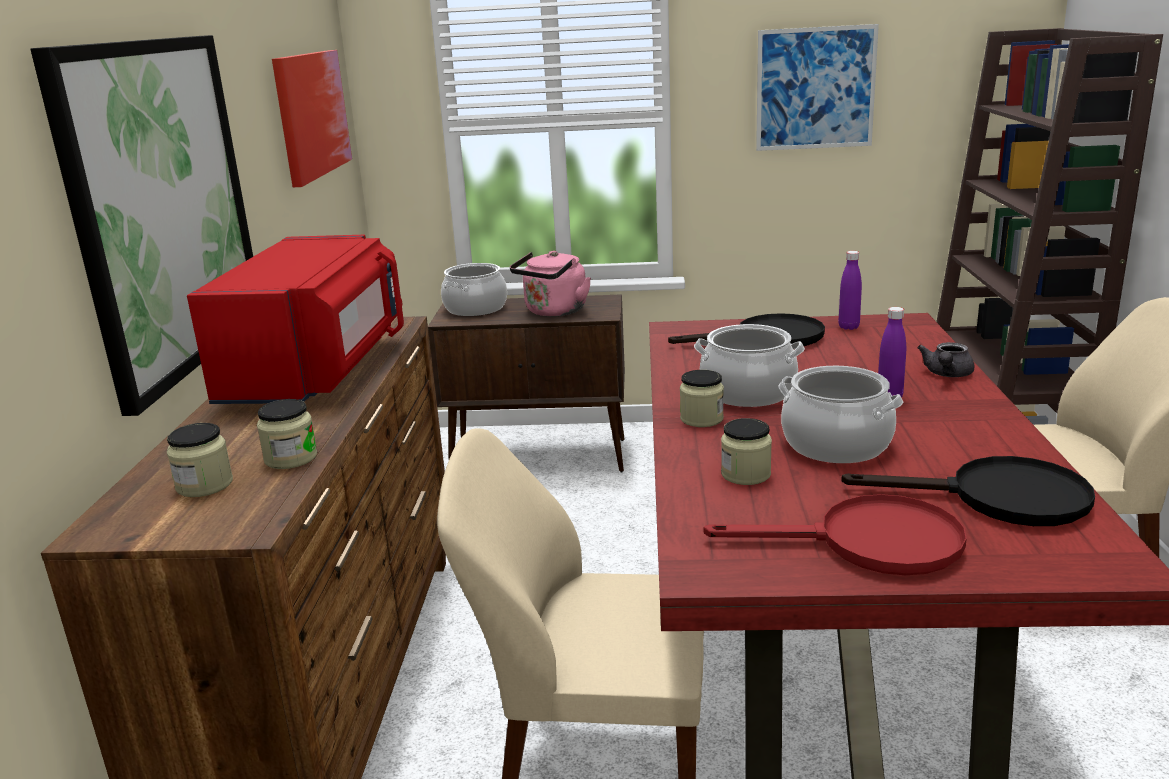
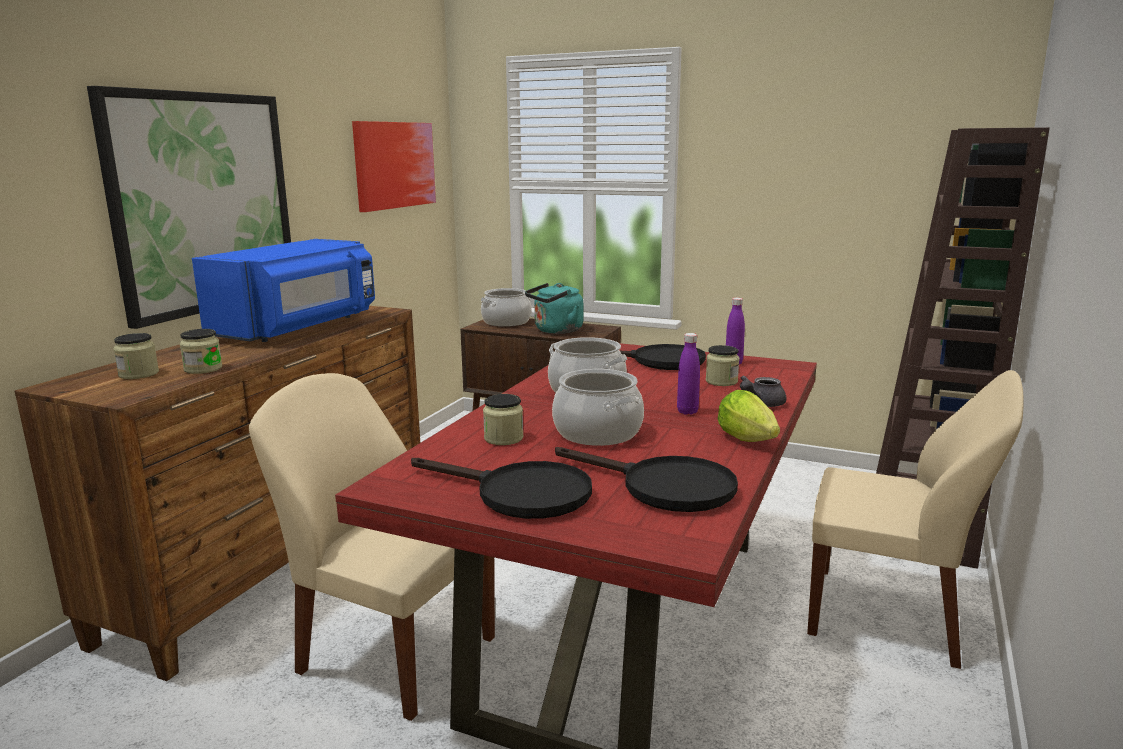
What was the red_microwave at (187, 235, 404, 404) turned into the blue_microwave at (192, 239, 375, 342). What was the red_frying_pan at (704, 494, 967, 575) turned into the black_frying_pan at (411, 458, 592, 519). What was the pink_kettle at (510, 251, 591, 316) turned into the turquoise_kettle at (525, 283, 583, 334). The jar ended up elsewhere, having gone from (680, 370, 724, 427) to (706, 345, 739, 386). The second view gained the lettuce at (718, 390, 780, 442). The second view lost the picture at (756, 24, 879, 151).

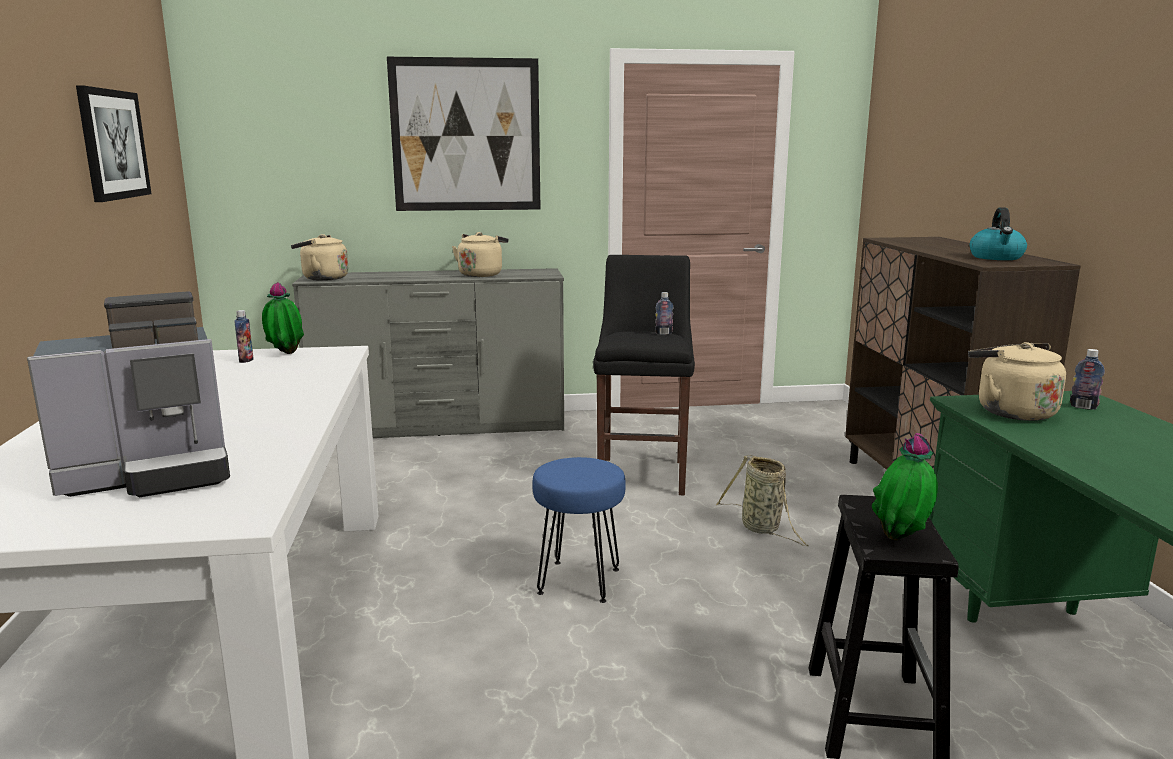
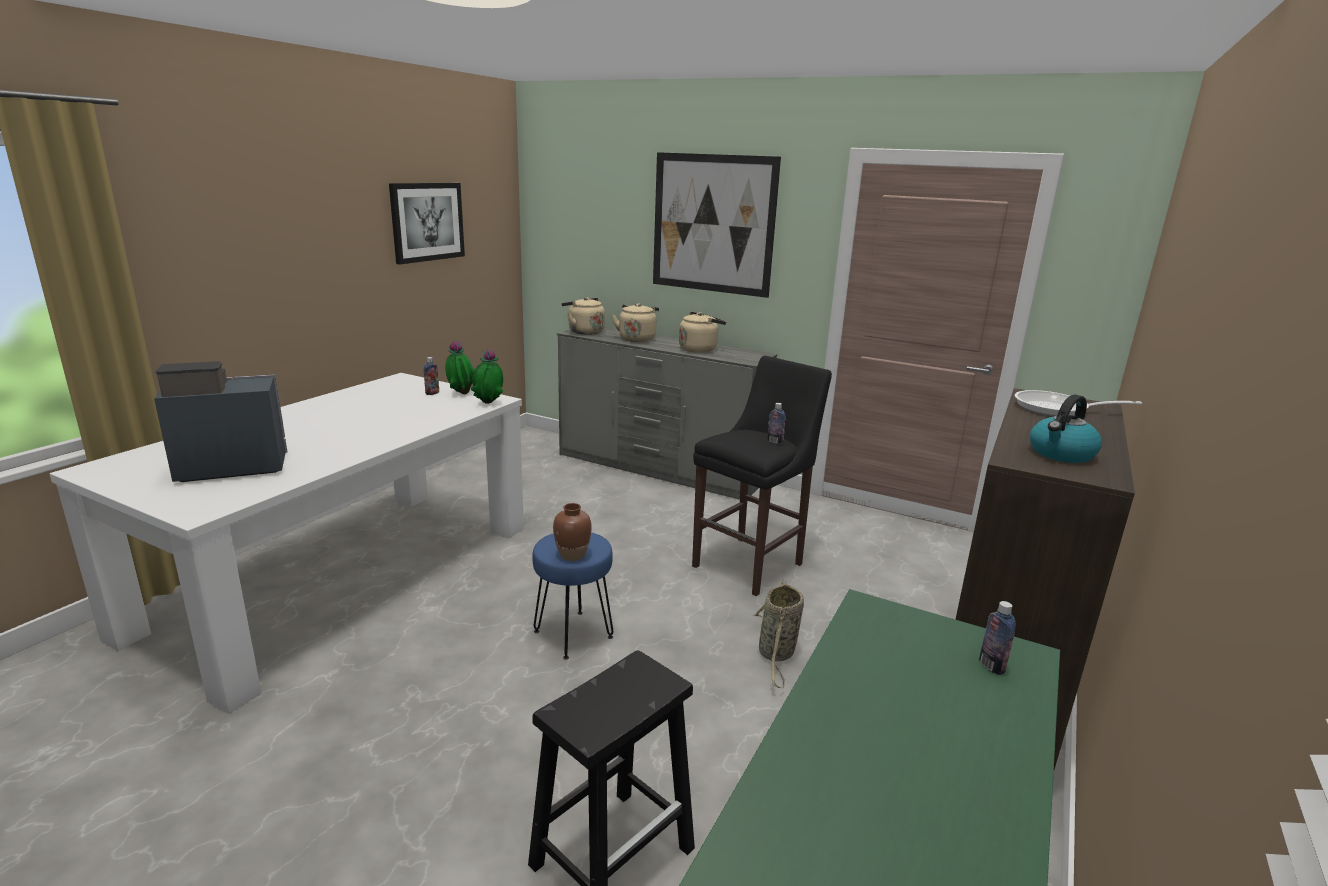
The coffee_machine at (27, 292, 230, 497) ended up facing another way, 150 degrees clockwise from before. The potted_plant ended up elsewhere, having gone from (872, 433, 938, 540) to (471, 349, 503, 404). The second view gained the brown_vase at (553, 503, 592, 561). The beige_kettle ended up elsewhere, having gone from (968, 342, 1066, 421) to (612, 303, 659, 342). The second view gained the frying_pan at (1015, 390, 1142, 416).

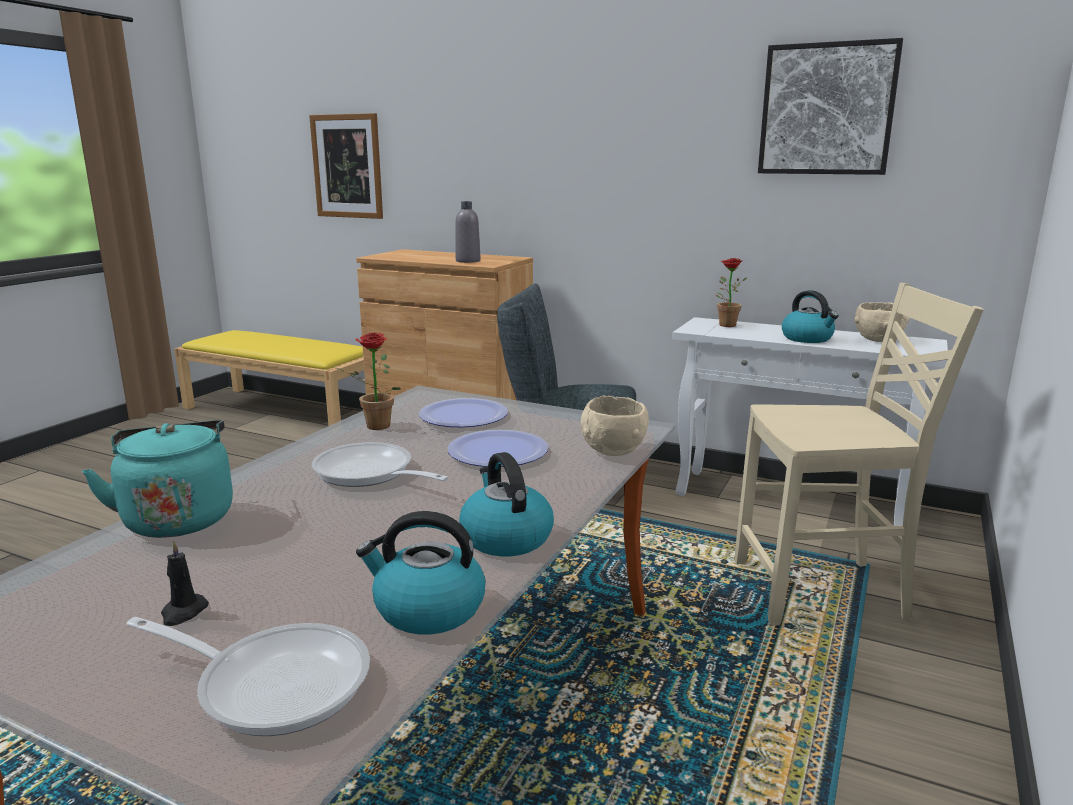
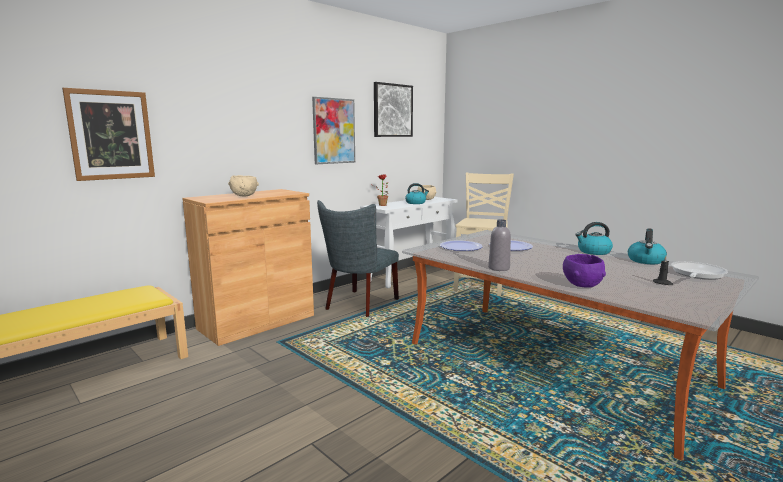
The beige_bowl ended up elsewhere, having gone from (581, 396, 649, 456) to (228, 175, 259, 196). The second view gained the picture at (312, 97, 355, 164). The grey_bottle ended up elsewhere, having gone from (455, 201, 481, 263) to (488, 219, 511, 271). Where the turquoise_kettle stood at (82, 420, 233, 538), the purple_bowl came to stand at (563, 254, 606, 288). The second view lost the frying_pan at (312, 442, 449, 487). The second view lost the potted_plant at (334, 332, 401, 430).

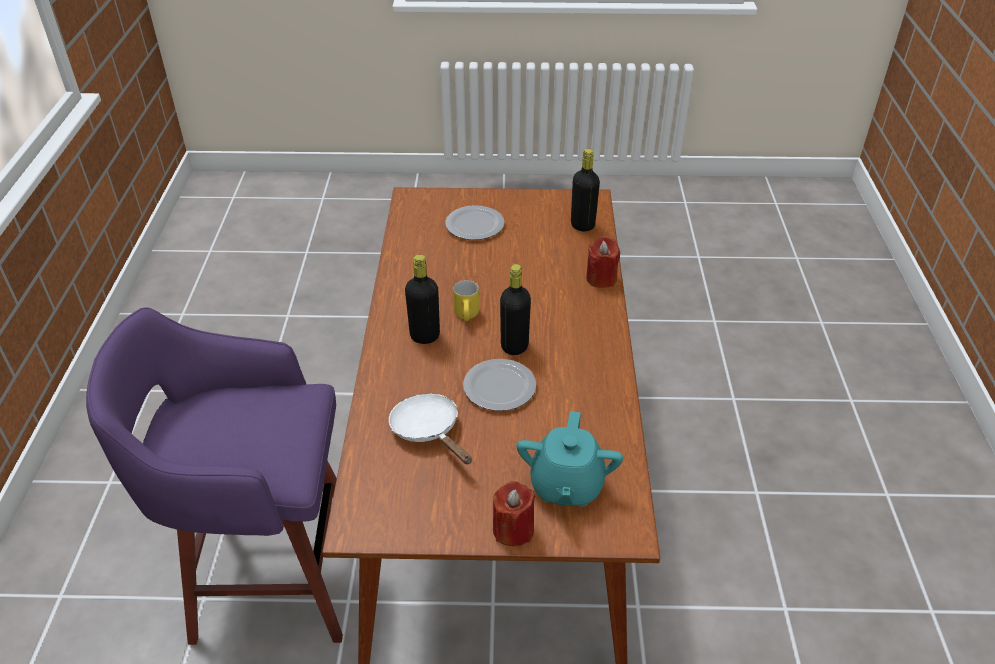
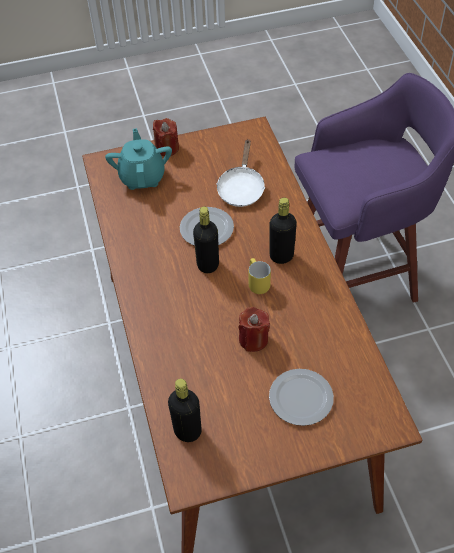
The white_frying_pan at (389, 393, 472, 464) ended up facing another way, 60 degrees clockwise from before. The red_candle ended up elsewhere, having gone from (586, 236, 620, 288) to (238, 307, 270, 352).

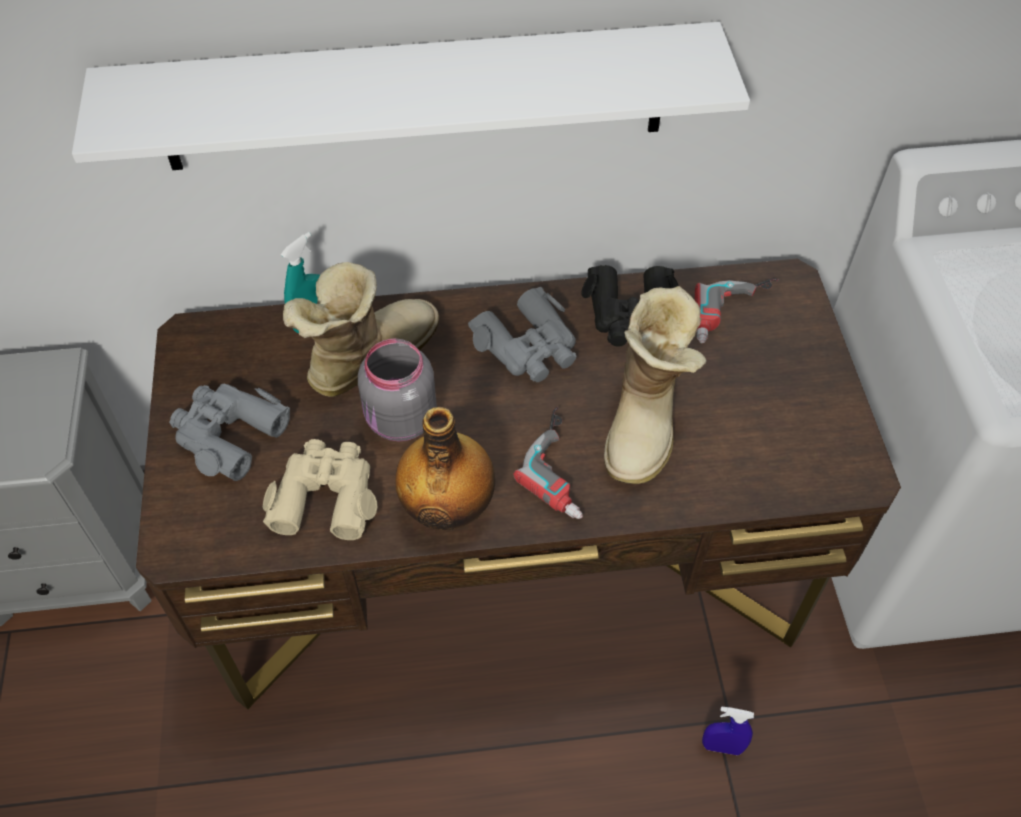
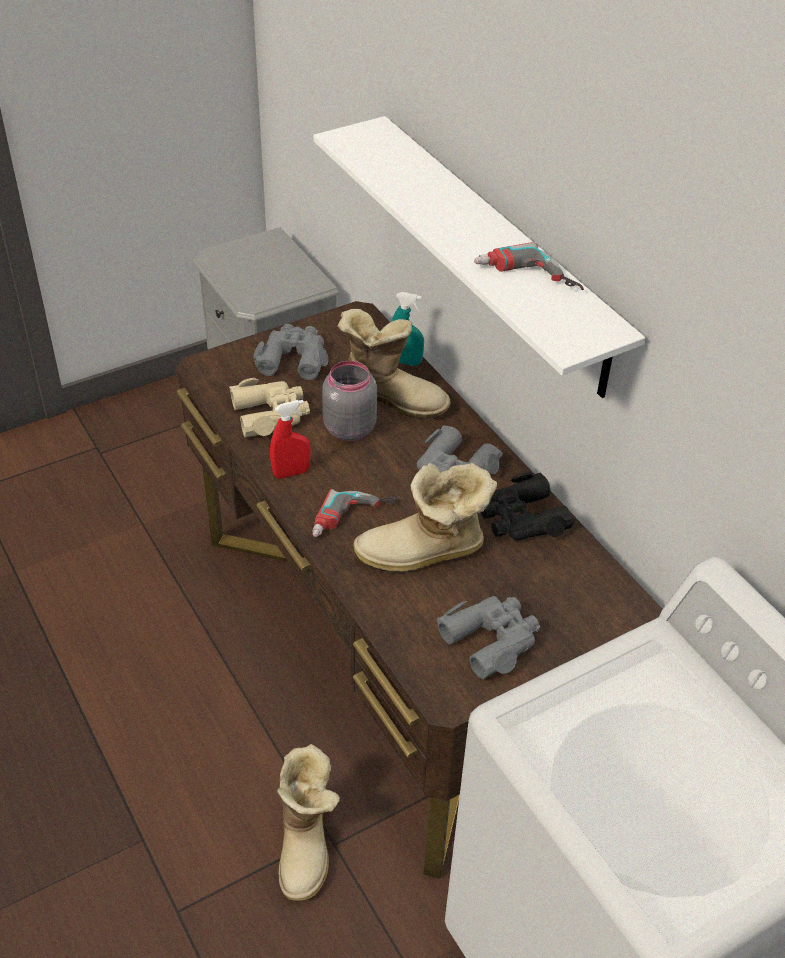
Where the bottle stood at (395, 407, 495, 530), the red_spray_bottle came to stand at (270, 400, 311, 478). Where the blue_spray_bottle stood at (702, 706, 754, 755), the boot came to stand at (277, 744, 340, 901). The second view gained the grey_binoculars at (437, 596, 540, 679). The power_drill ended up elsewhere, having gone from (695, 278, 779, 343) to (474, 242, 584, 290).

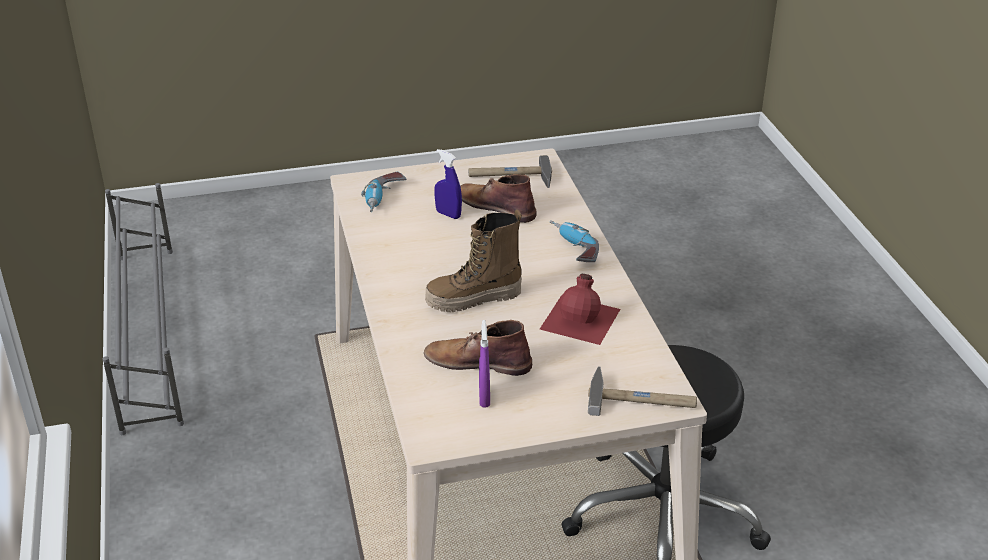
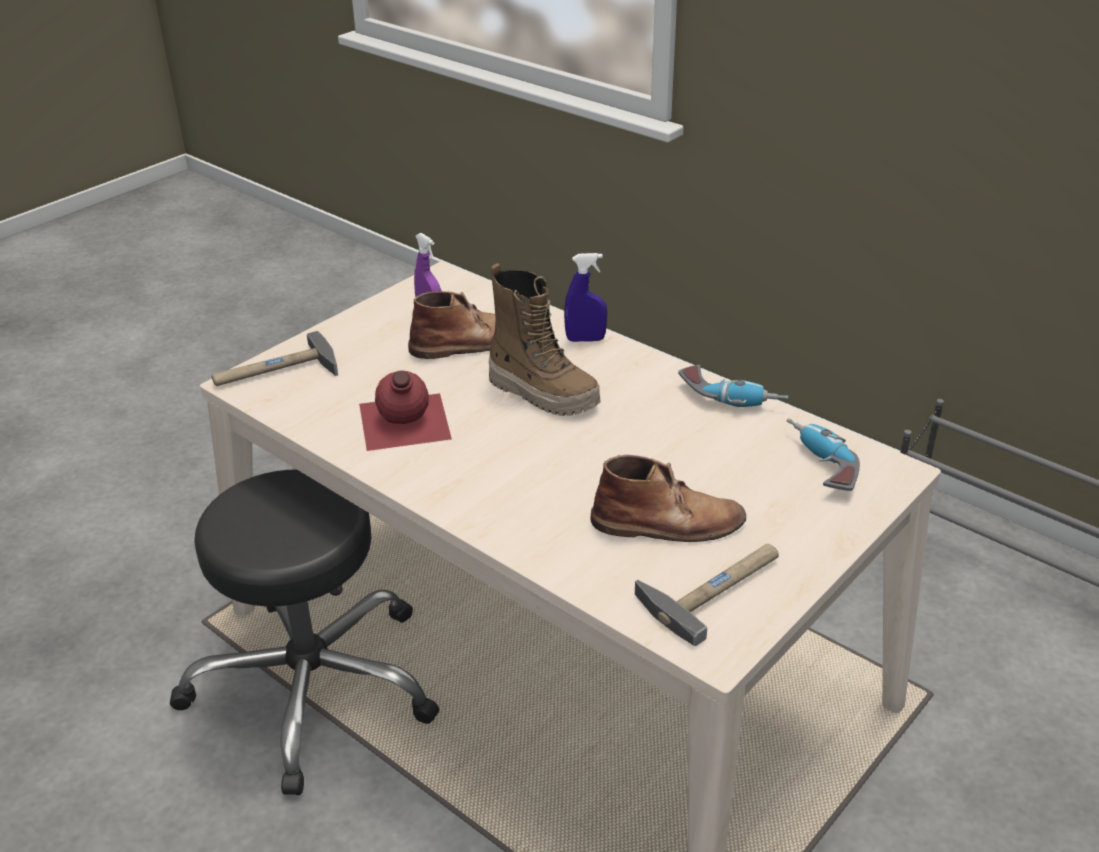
The boot at (425, 209, 522, 312) ended up facing another way, 90 degrees clockwise from before. The blue_spray_bottle ended up elsewhere, having gone from (435, 149, 462, 219) to (564, 253, 608, 342). The power_drill ended up elsewhere, having gone from (550, 220, 599, 262) to (678, 365, 788, 407).

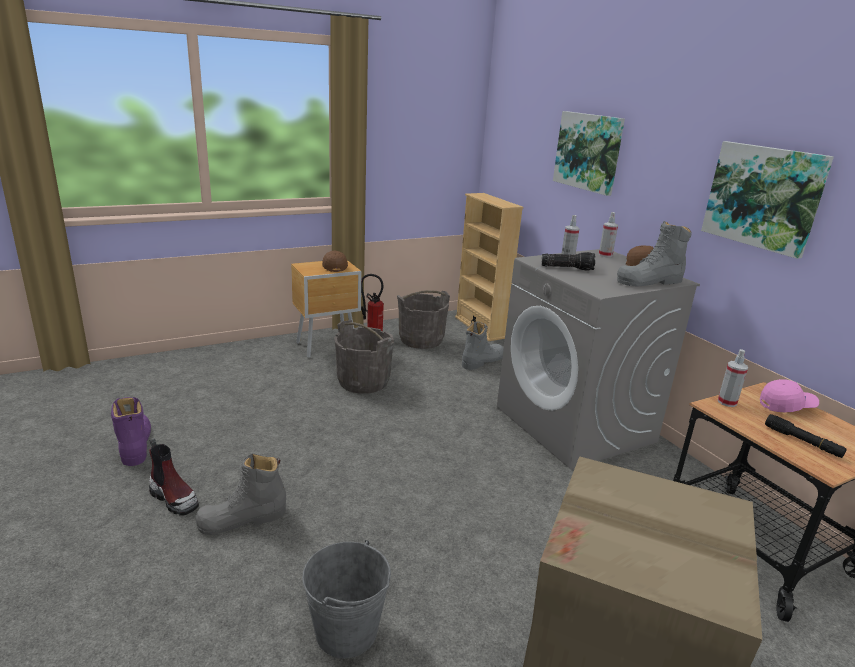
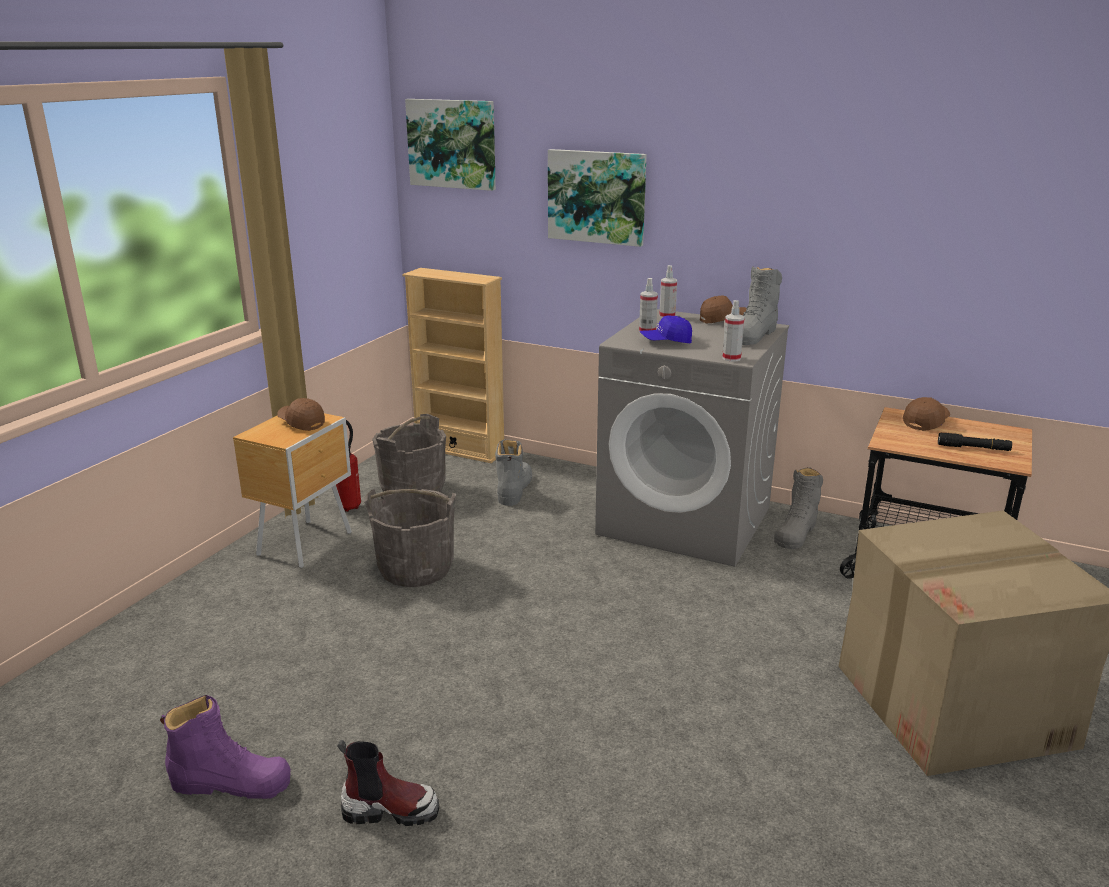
The purple_boot at (111, 397, 151, 466) ended up facing another way, 150 degrees clockwise from before. The picture ended up elsewhere, having gone from (701, 141, 834, 259) to (405, 99, 496, 191). Where the flashlight stood at (542, 252, 595, 271), the blue_cap came to stand at (640, 315, 692, 343). The spray_bottle ended up elsewhere, having gone from (718, 349, 748, 407) to (722, 300, 745, 362). The grey_boot ended up elsewhere, having gone from (195, 454, 286, 535) to (774, 467, 823, 549). What was the pink_cap at (760, 379, 819, 412) turned into the brown_cap at (903, 397, 950, 431). The second view lost the grey_bucket at (302, 540, 391, 658).

